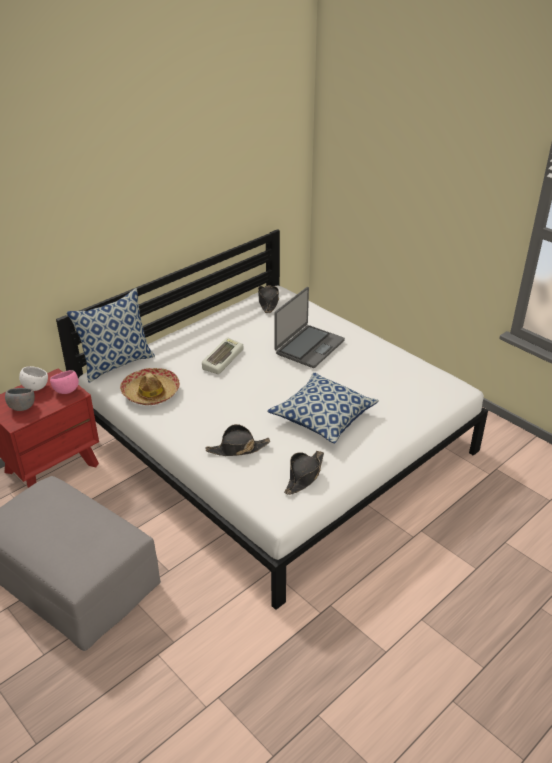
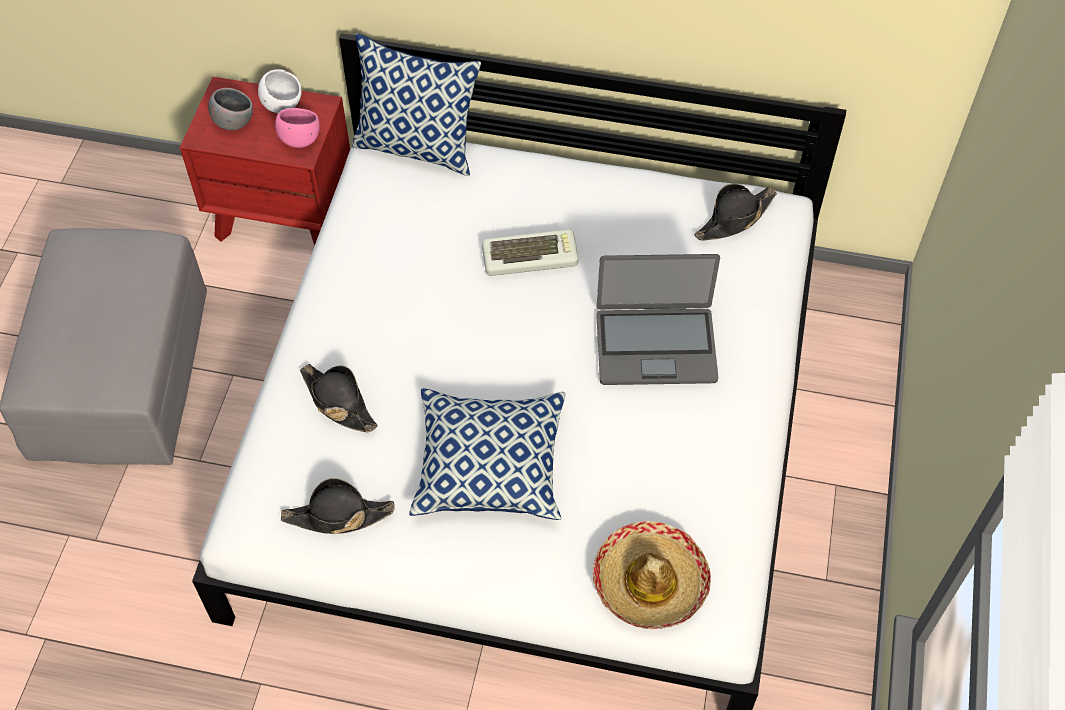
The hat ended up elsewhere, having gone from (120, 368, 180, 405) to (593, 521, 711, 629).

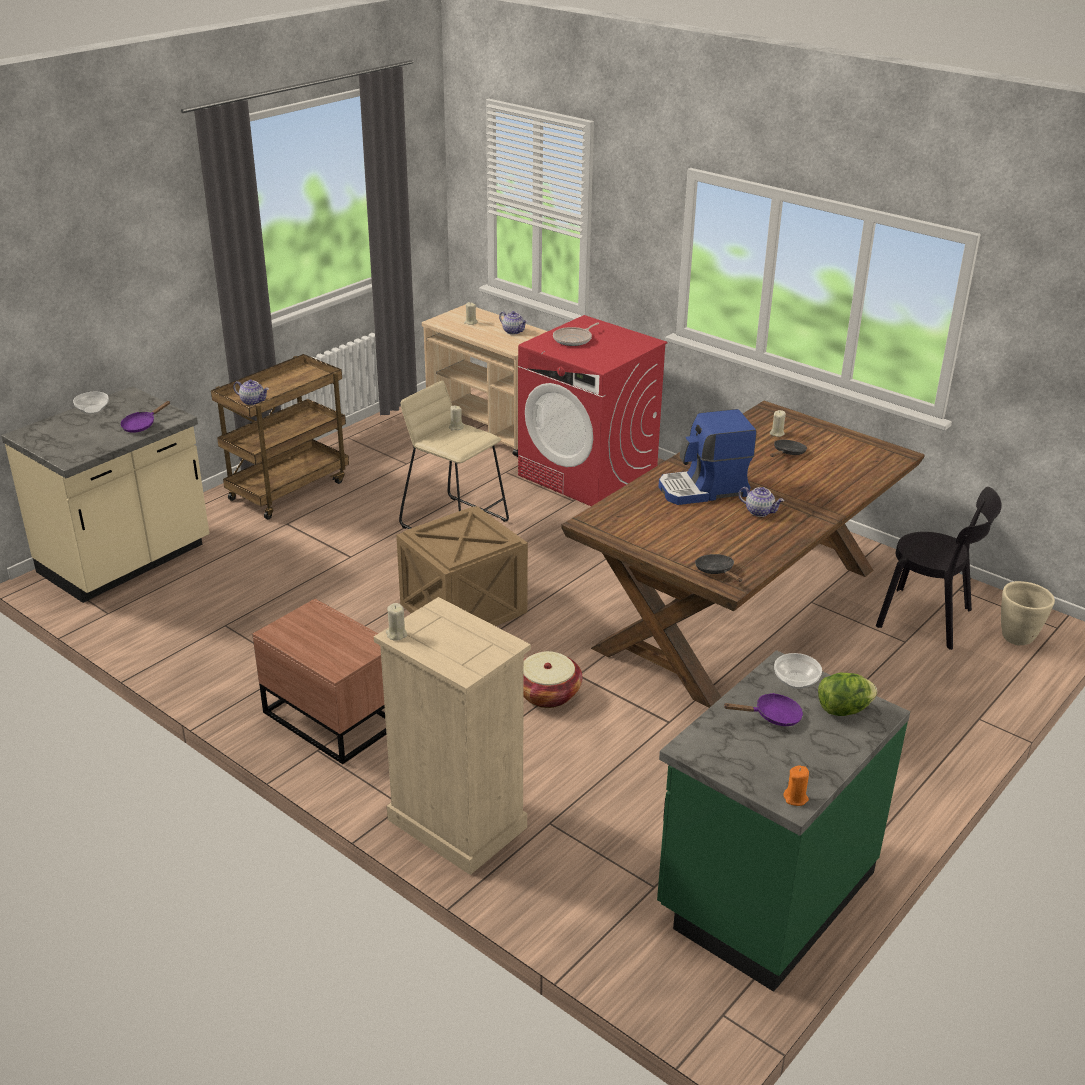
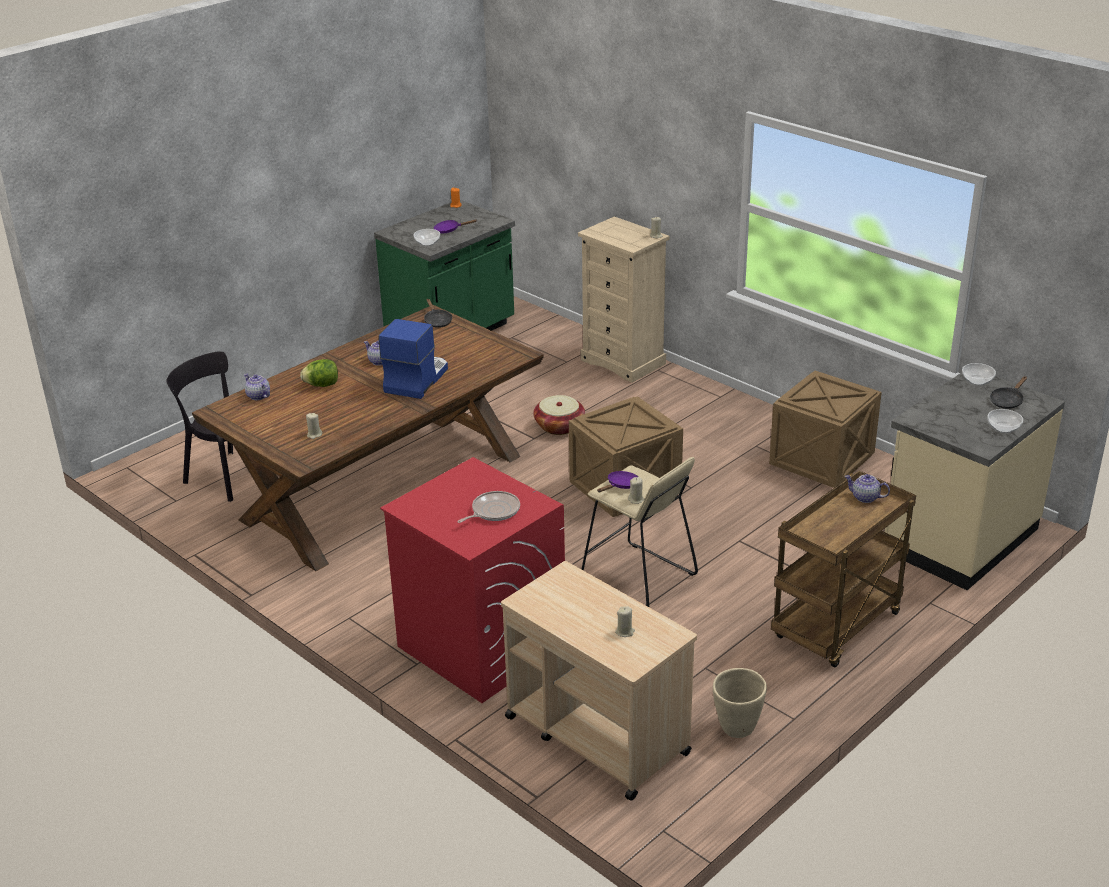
The teapot ended up elsewhere, having gone from (499, 311, 527, 335) to (244, 374, 270, 400). The lettuce ended up elsewhere, having gone from (818, 672, 877, 716) to (300, 359, 338, 387). The coffee_machine at (659, 409, 757, 505) ended up facing another way, 60 degrees counterclockwise from before. The purple_frying_pan ended up elsewhere, having gone from (120, 401, 170, 433) to (597, 471, 638, 492). The beige_planter ended up elsewhere, having gone from (1001, 581, 1055, 645) to (713, 668, 767, 738). The second view gained the crate at (769, 371, 882, 488). The second view gained the bowl at (962, 363, 996, 386). The black_frying_pan ended up elsewhere, having gone from (770, 440, 807, 457) to (990, 376, 1027, 409). The second view lost the brown_nightstand at (252, 599, 386, 764).

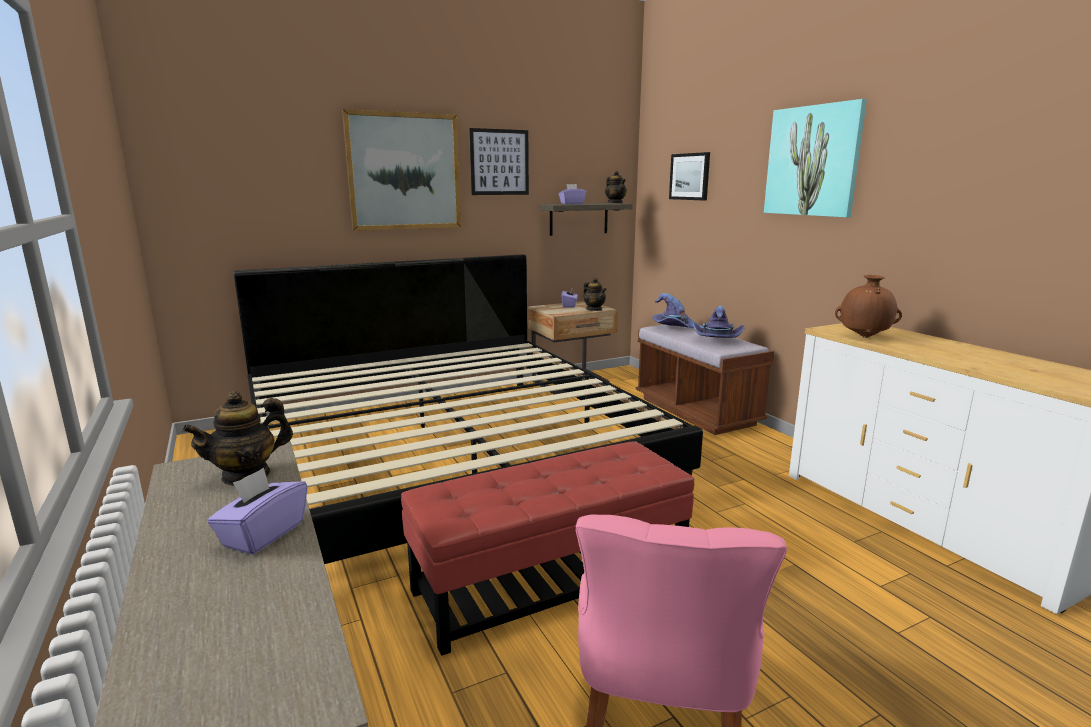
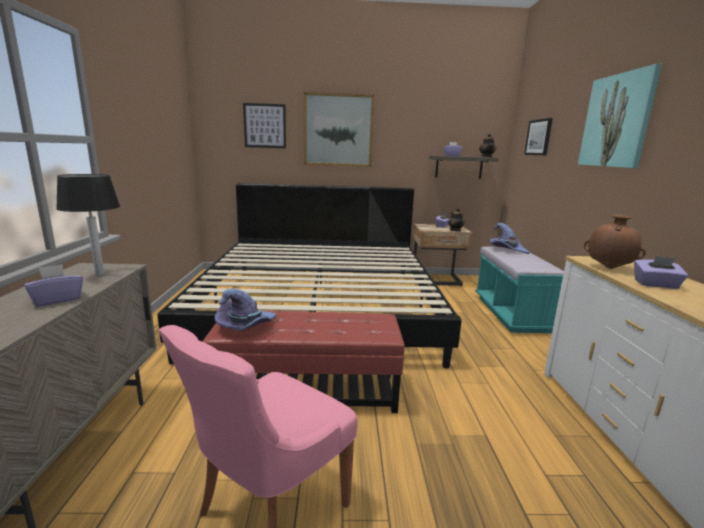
Where the teapot stood at (182, 391, 293, 486), the table_lamp came to stand at (56, 174, 120, 276). The purple_hat ended up elsewhere, having gone from (693, 306, 744, 338) to (215, 289, 276, 330). The picture ended up elsewhere, having gone from (469, 128, 529, 195) to (243, 103, 286, 148). What was the brown_bench at (636, 324, 774, 435) turned into the turquoise_bench at (475, 247, 564, 333). The second view gained the purple_tissue_box at (634, 256, 688, 289).

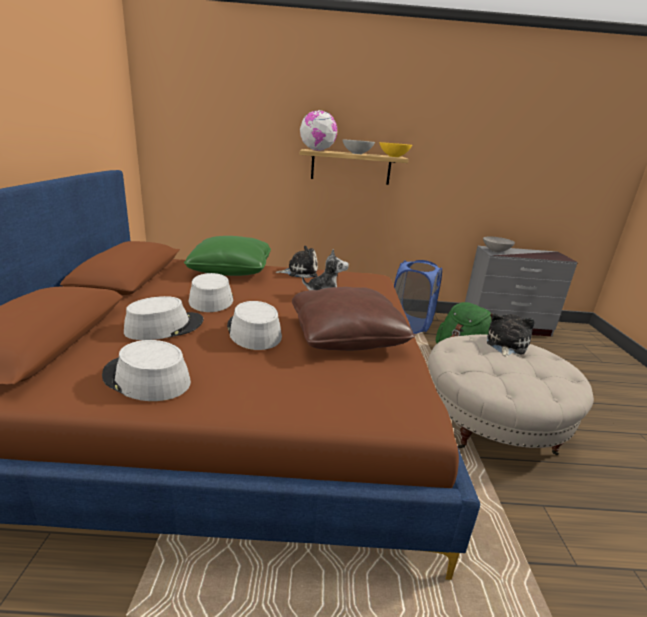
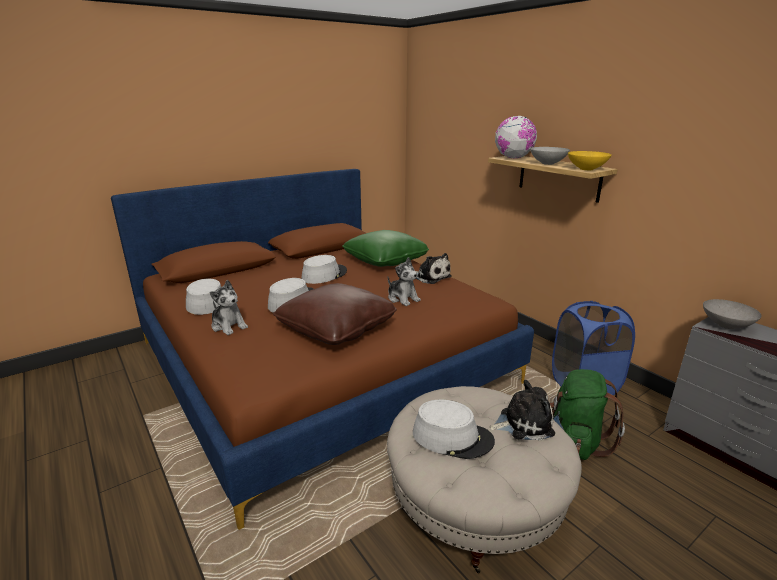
The second view gained the plush_toy at (210, 280, 248, 335). The grey_hat ended up elsewhere, having gone from (124, 296, 203, 340) to (413, 399, 495, 459).

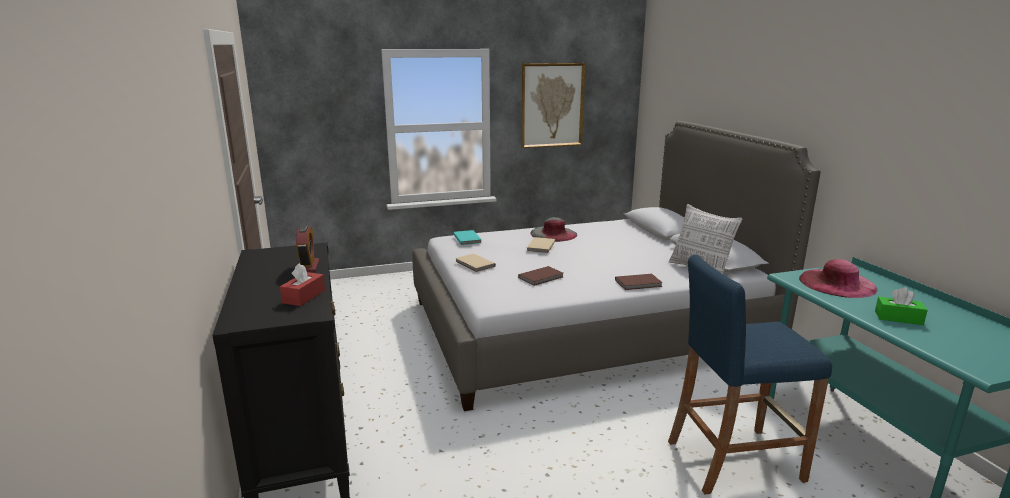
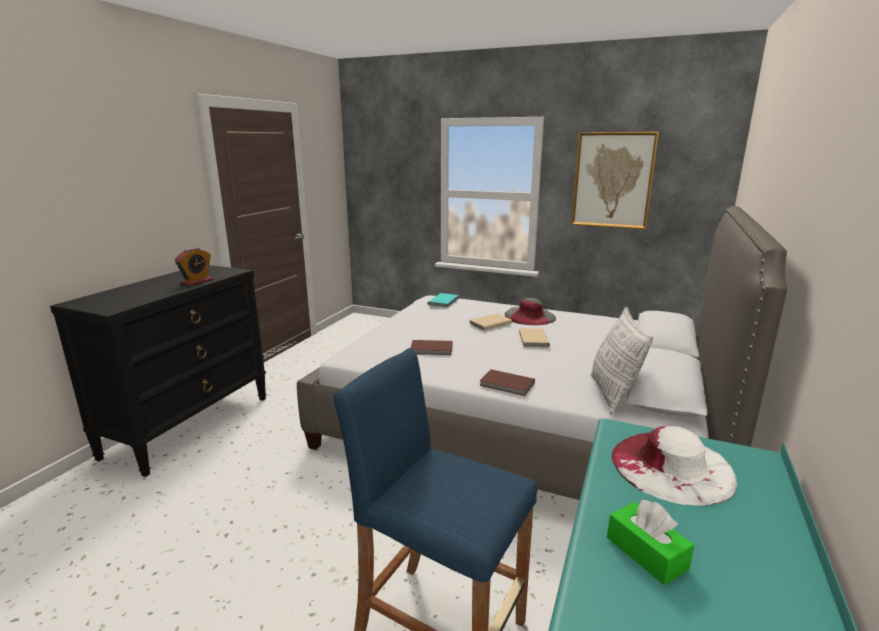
The beige_book ended up elsewhere, having gone from (456, 253, 496, 272) to (519, 328, 550, 347). What was the pink_hat at (799, 259, 877, 298) turned into the white_hat at (612, 426, 737, 506). The second view lost the red_tissue_box at (280, 263, 325, 306).

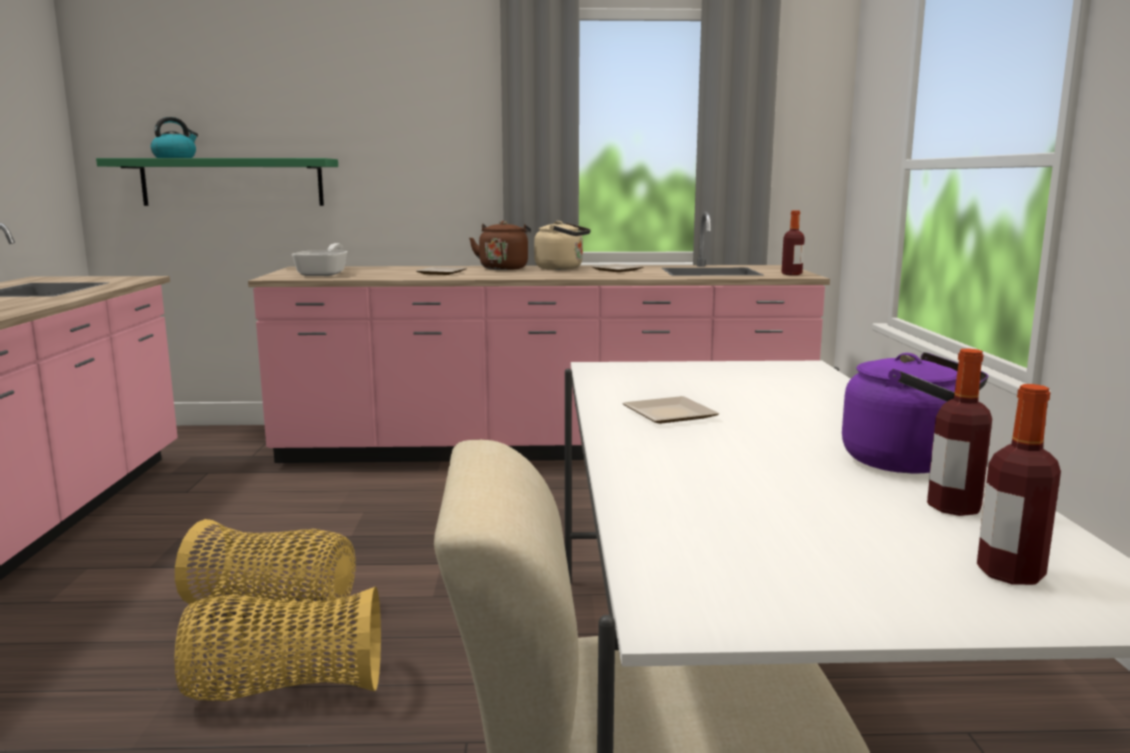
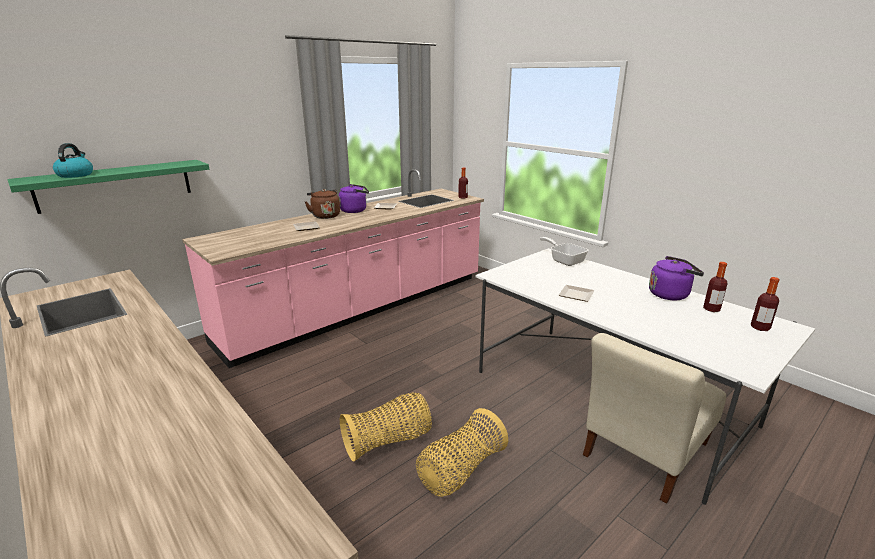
What was the beige_kettle at (534, 221, 591, 270) turned into the purple_kettle at (339, 184, 369, 213). The frying_pan ended up elsewhere, having gone from (291, 243, 348, 276) to (540, 237, 589, 266).

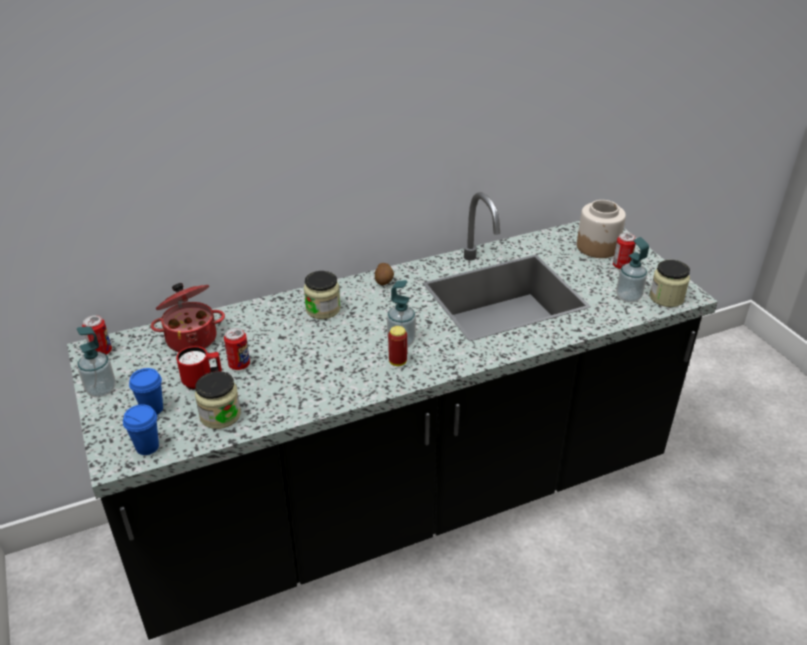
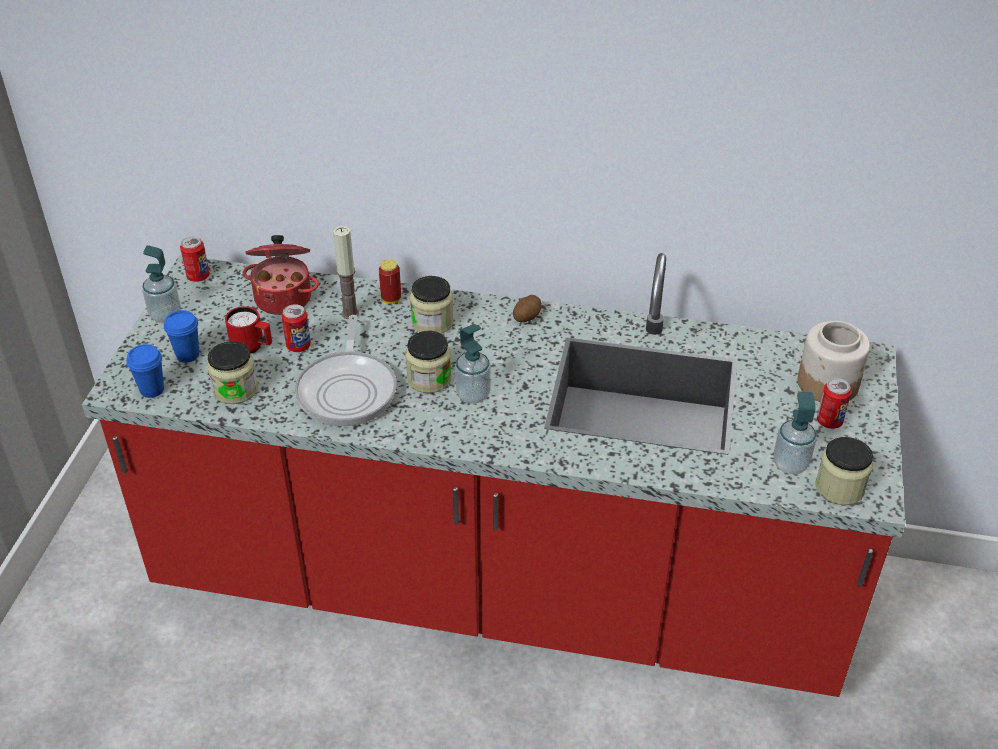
What was the black_counter at (67, 192, 718, 640) turned into the red_counter at (82, 253, 905, 697). The second view gained the frying_pan at (295, 315, 397, 426). The second view gained the candle at (333, 226, 359, 319). The can ended up elsewhere, having gone from (388, 326, 407, 366) to (379, 259, 401, 304). The second view gained the jar at (405, 331, 452, 393).

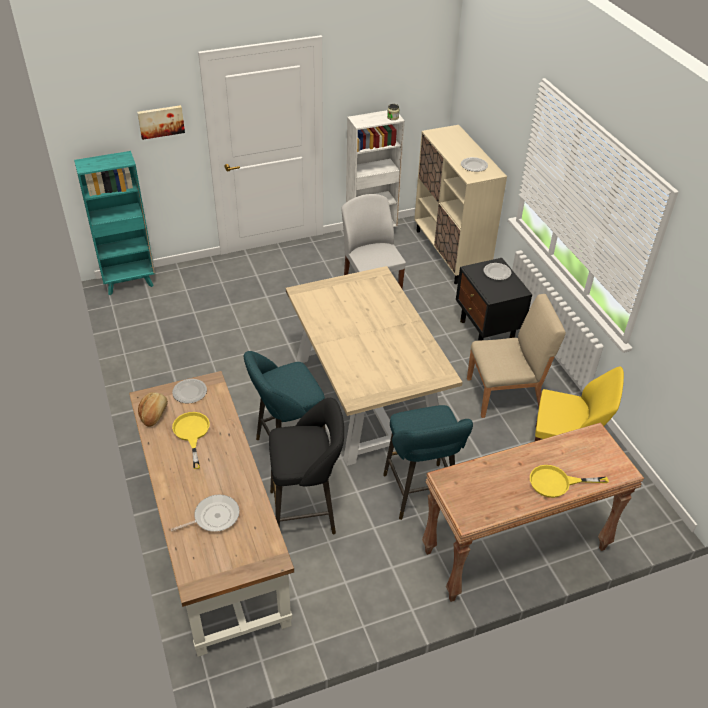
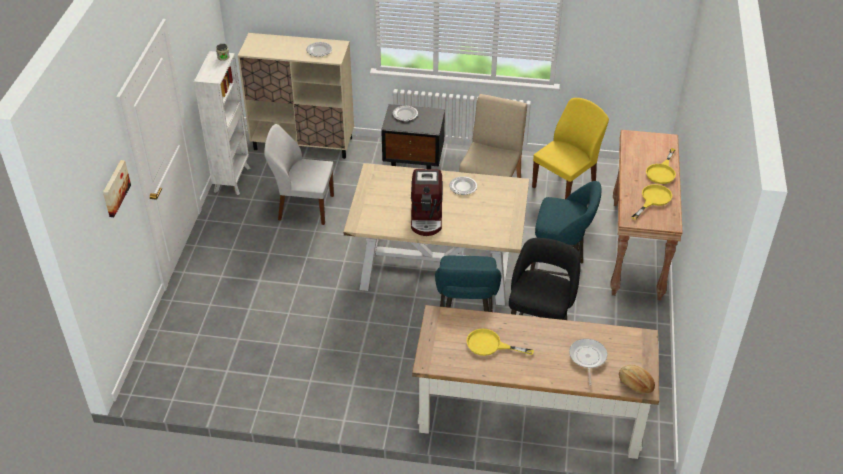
The second view gained the coffee_machine at (411, 169, 443, 236). The plate ended up elsewhere, having gone from (172, 379, 207, 403) to (449, 176, 477, 195). The bread ended up elsewhere, having gone from (138, 393, 168, 427) to (619, 364, 655, 393). The second view gained the yellow_frying_pan at (632, 184, 672, 220). The second view lost the turquoise_bookcase at (74, 151, 155, 295).

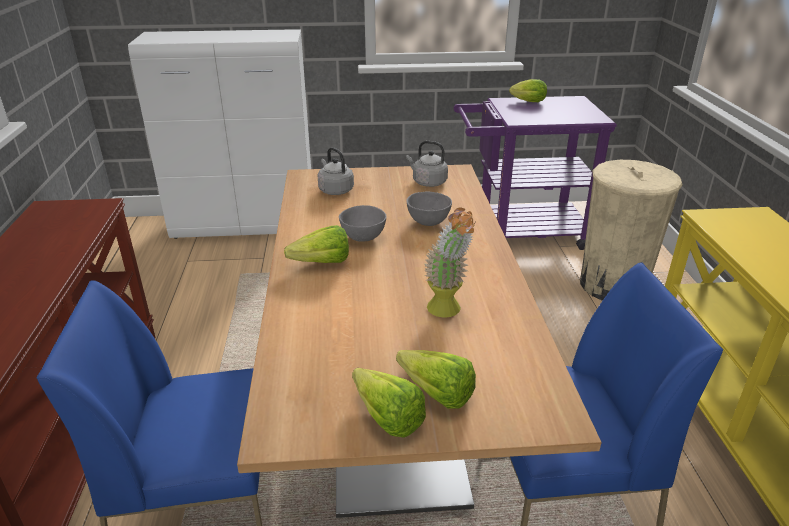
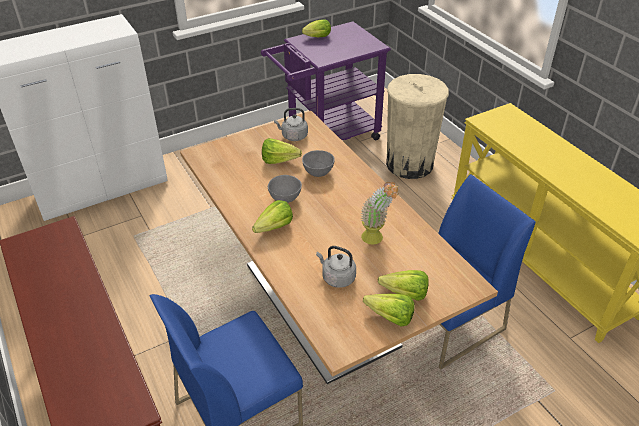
The second view gained the lettuce at (262, 138, 302, 164). The grey_kettle ended up elsewhere, having gone from (317, 147, 354, 195) to (316, 246, 356, 288).

